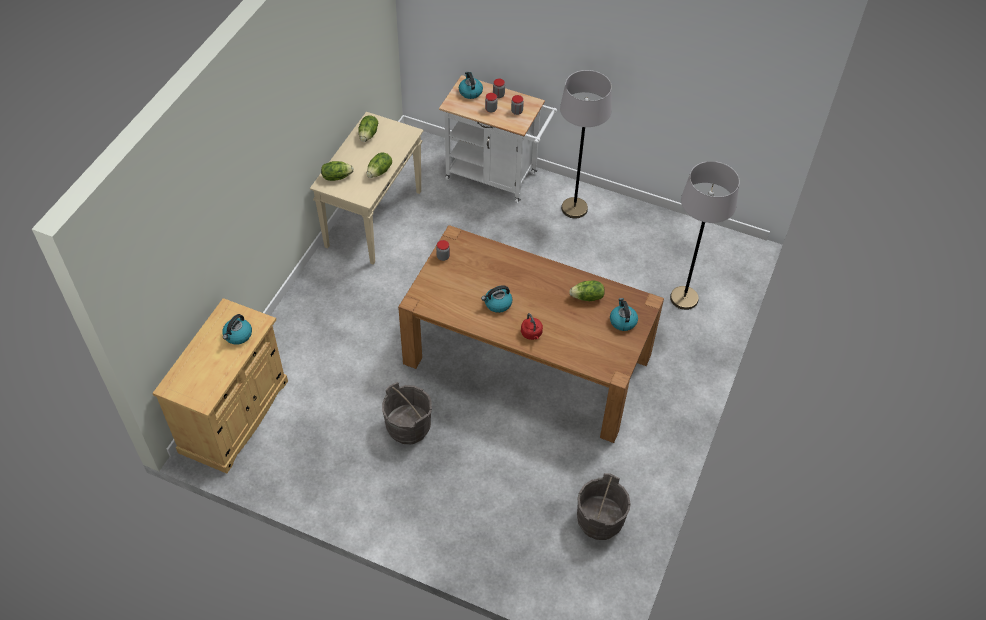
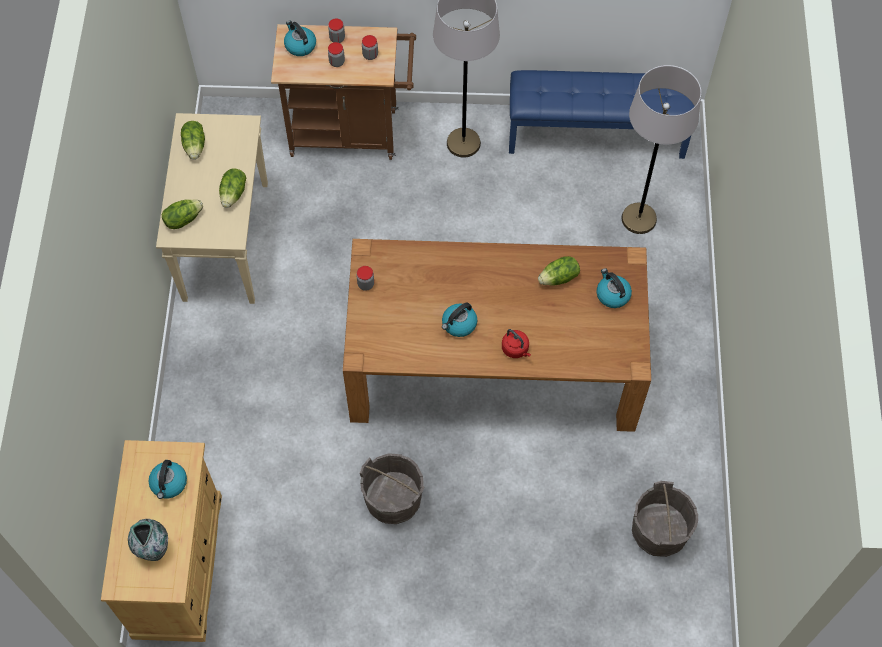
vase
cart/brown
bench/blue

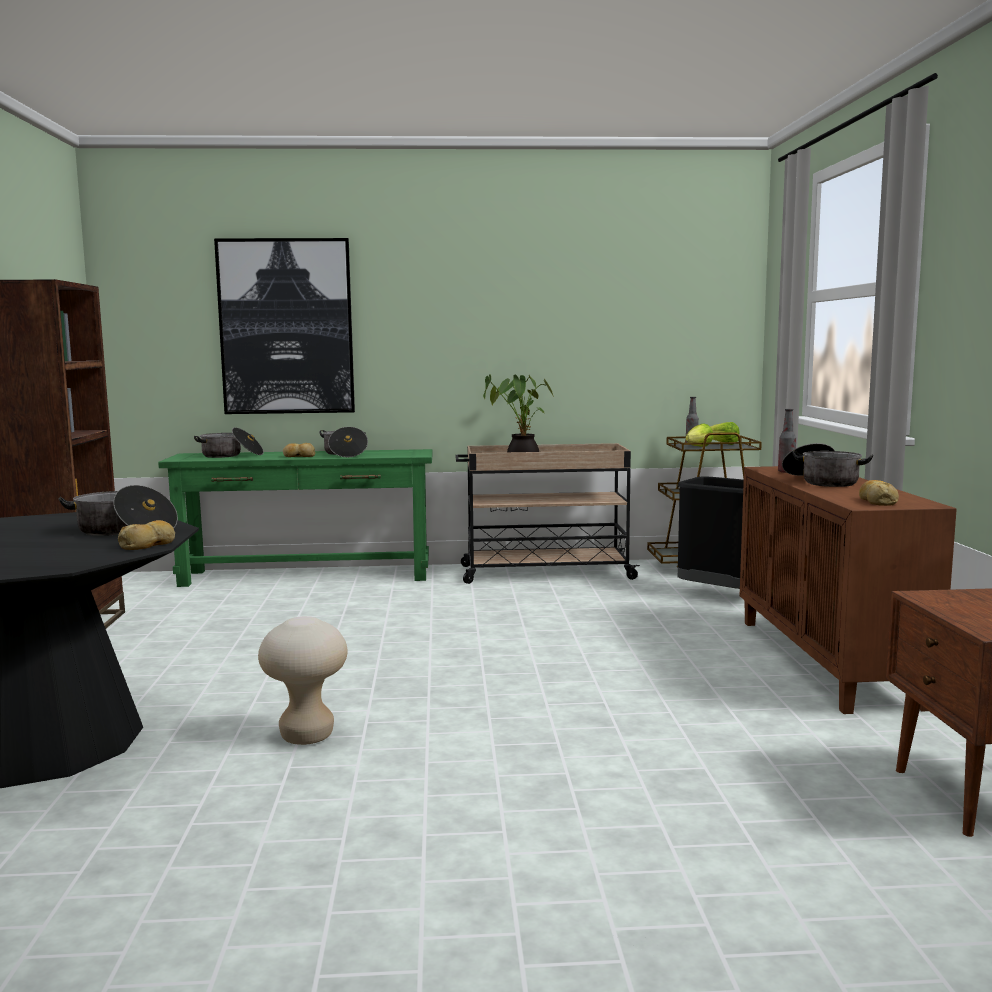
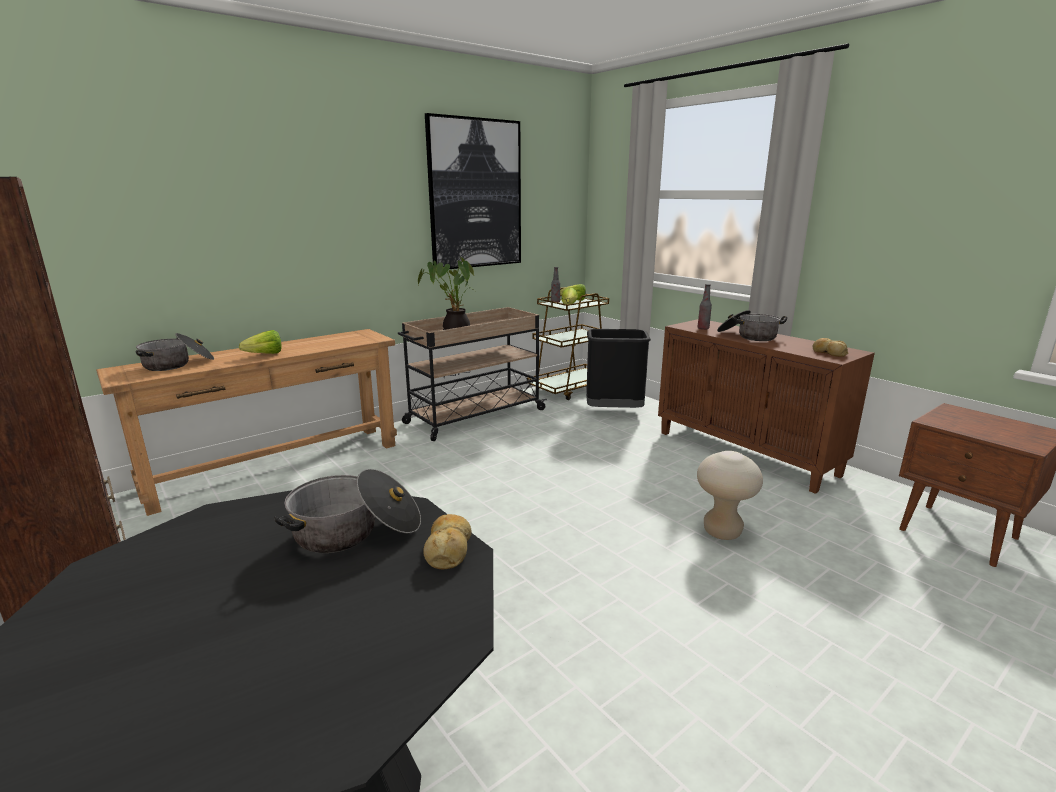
console table/brown
lettuce (no. 1 from left)
picture
stool/beige
cooking pot (no. 3 from left in the first image)

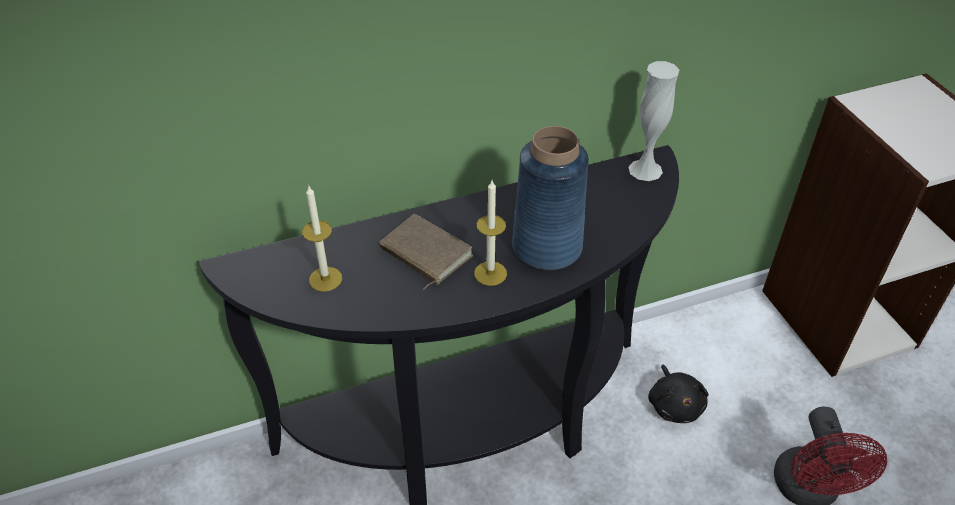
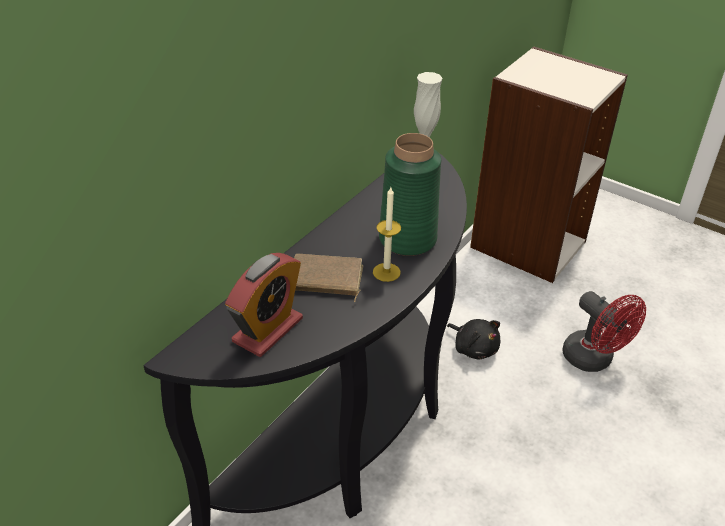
alarm clock
vase/green

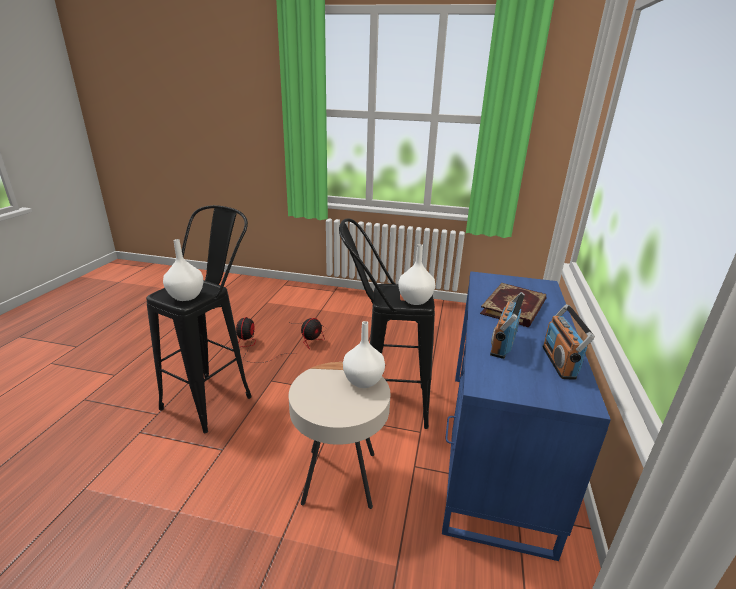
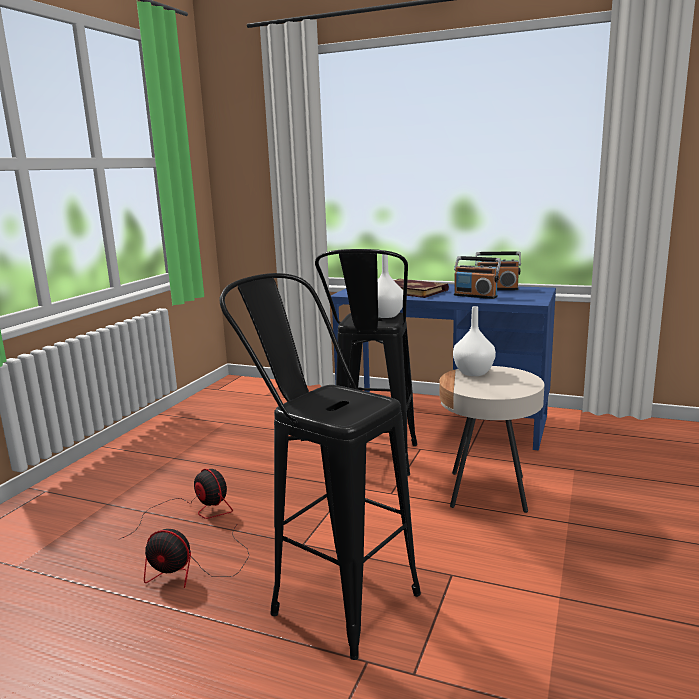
vase/white (no. 1 from left in the first image)

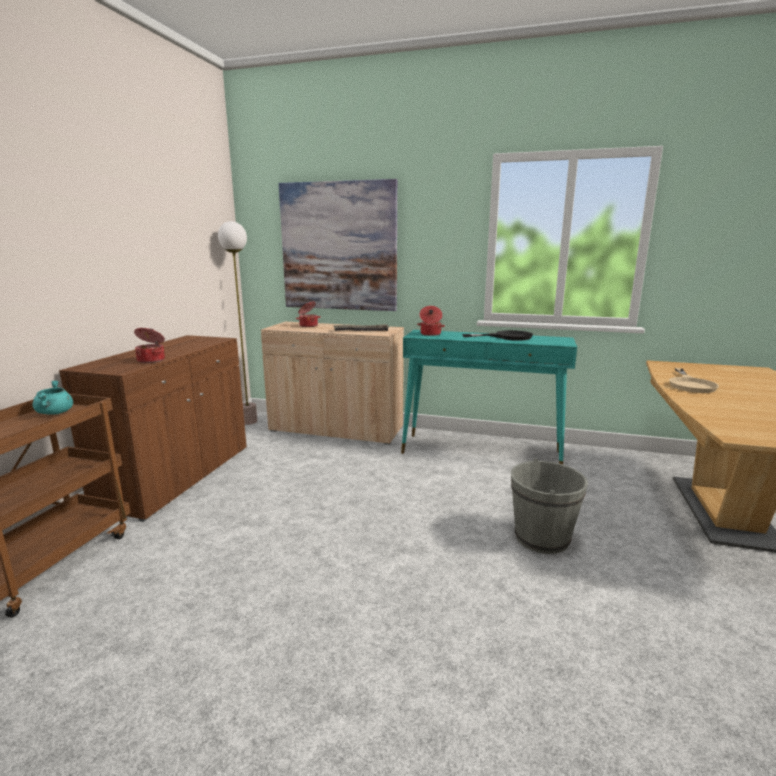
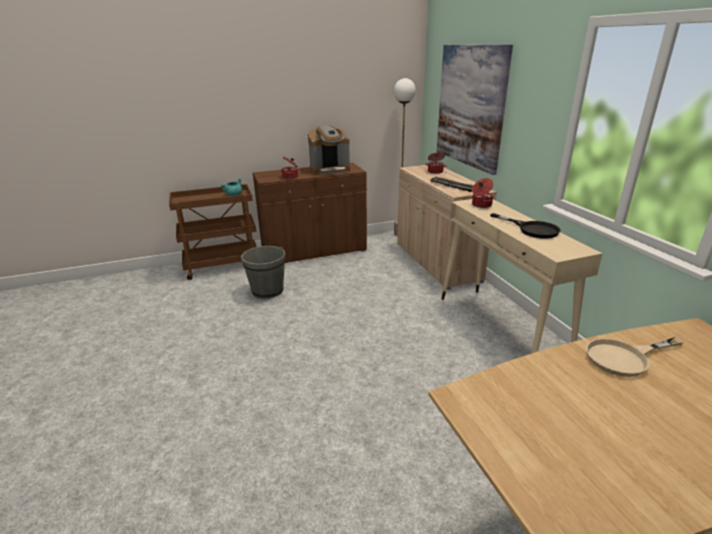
bucket/grey
coffee machine
console table/beige

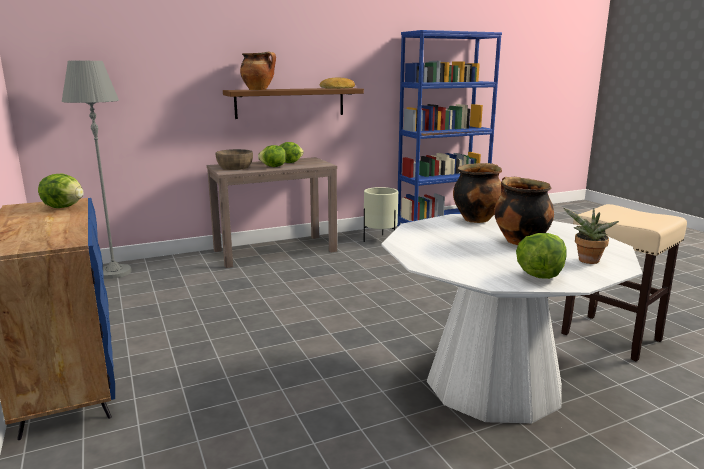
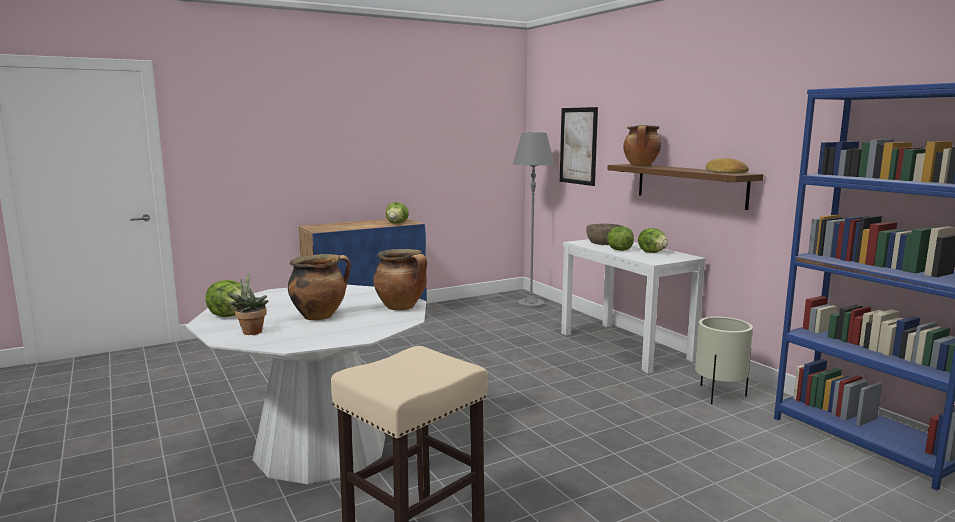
picture
console table/white

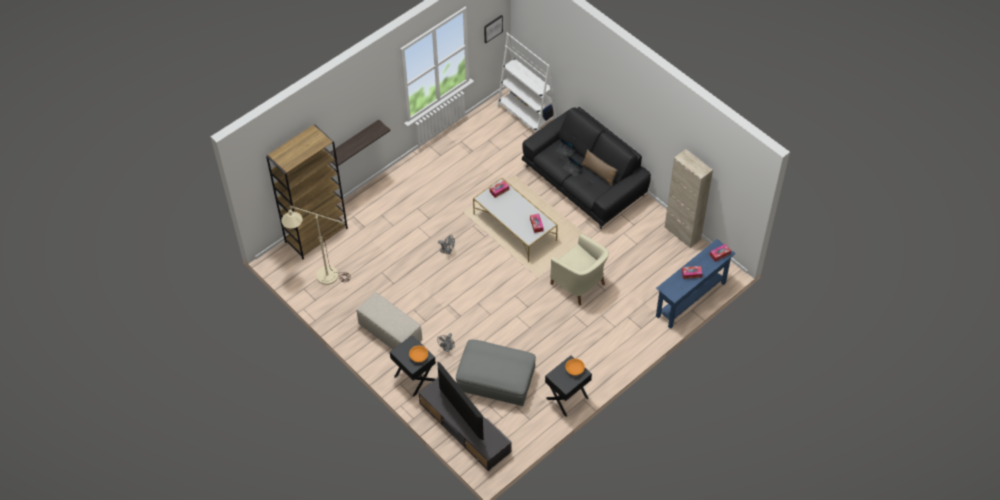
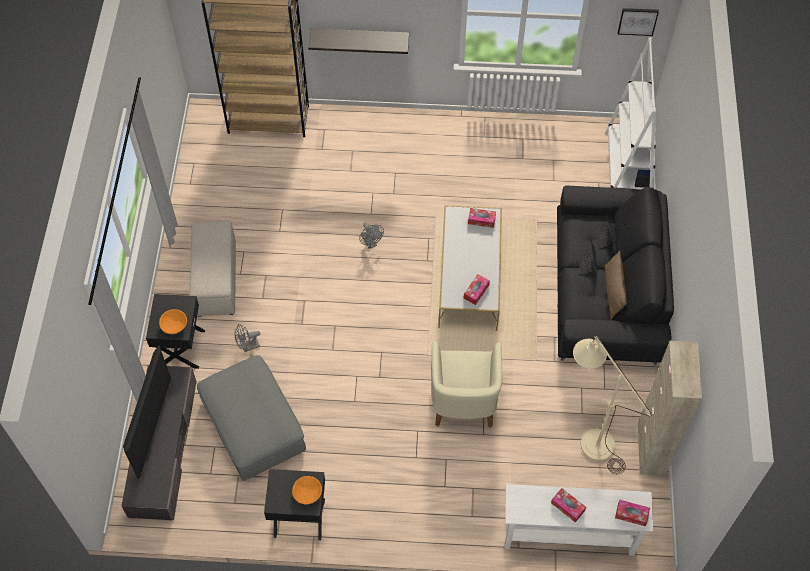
console table/white
floor lamp/beige

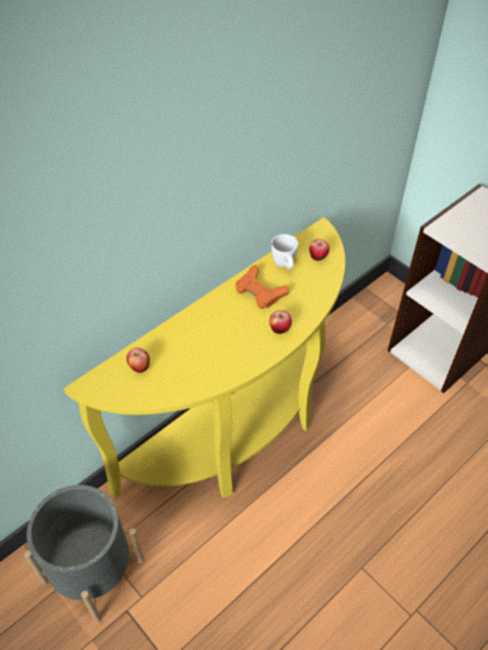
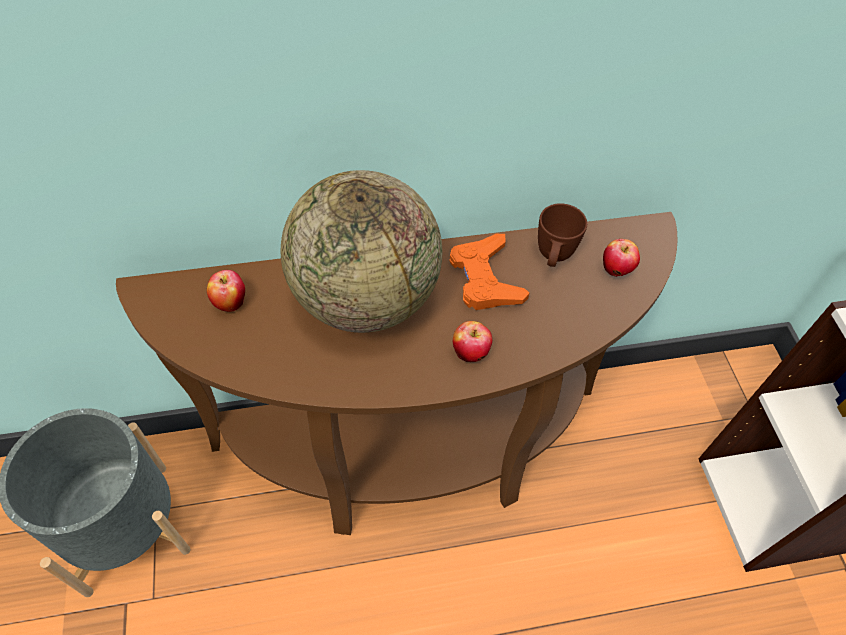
console table/brown
globe
mug/brown

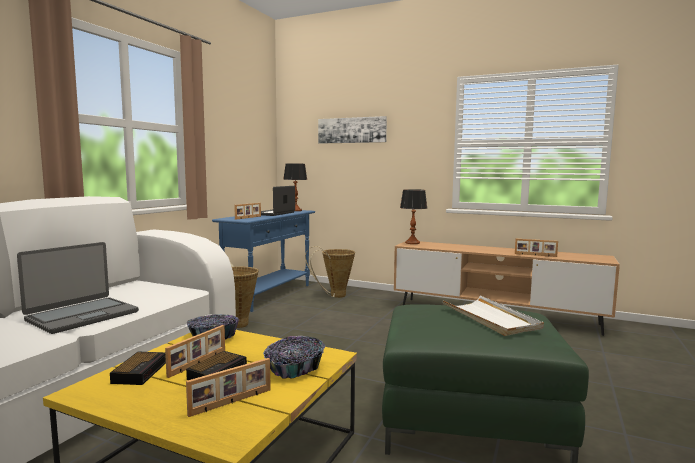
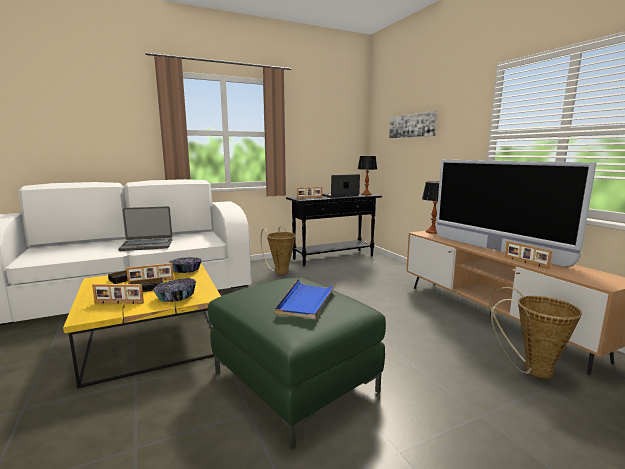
tray/blue
console table/black
television
basket (no. 2 from left)

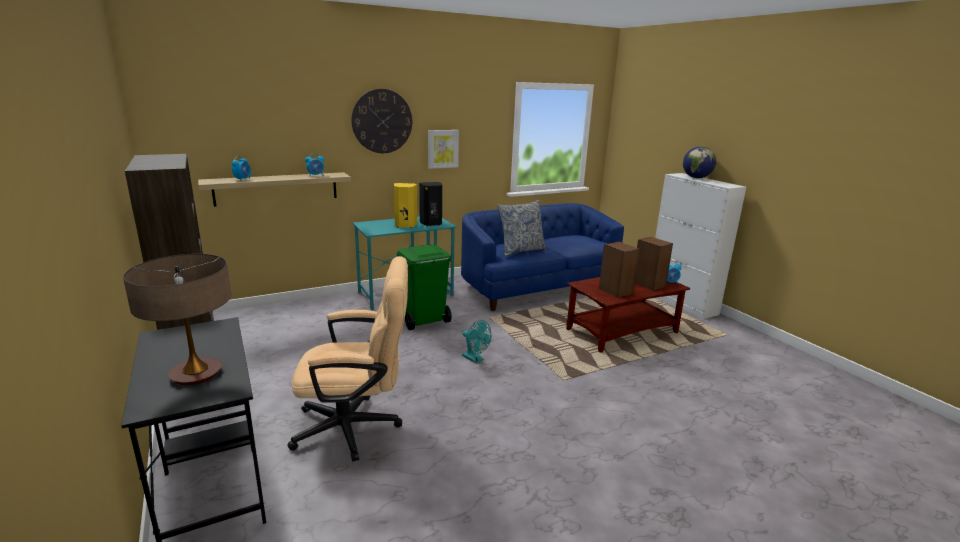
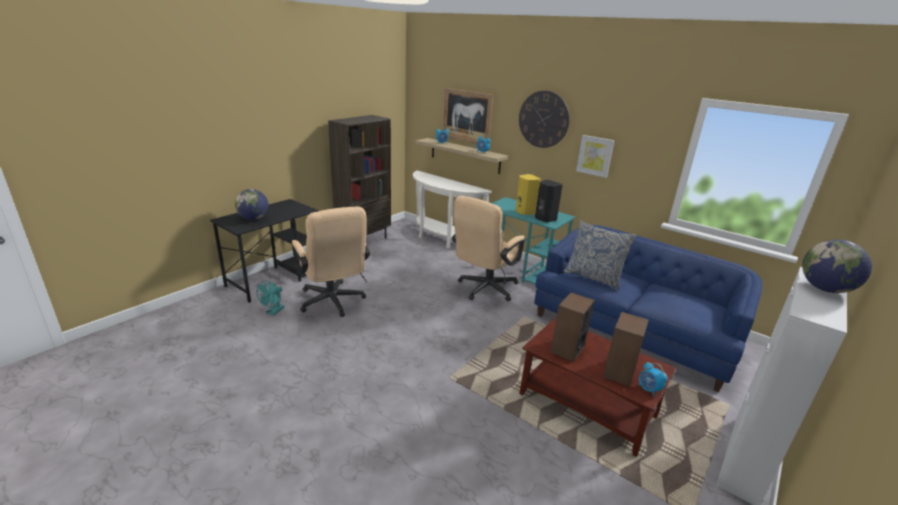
globe (no. 1 from left)
fan/turquoise
console table/white
picture (no. 1 from left)
office chair/beige (no. 2 from left)

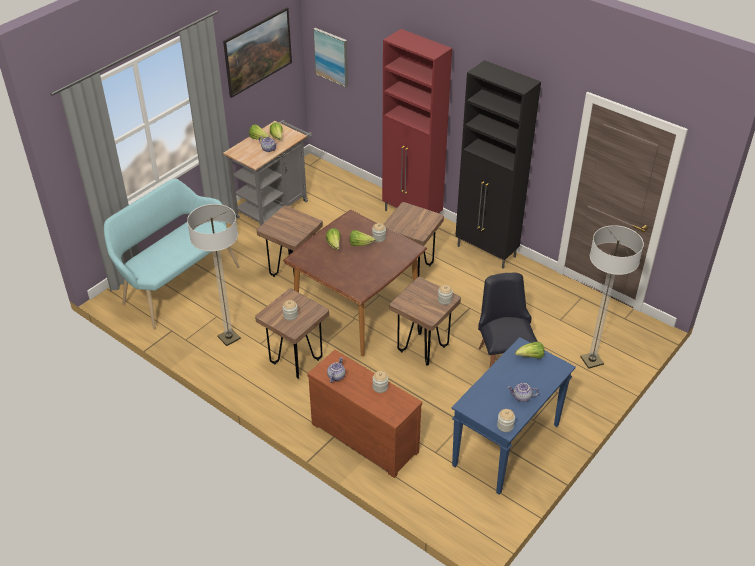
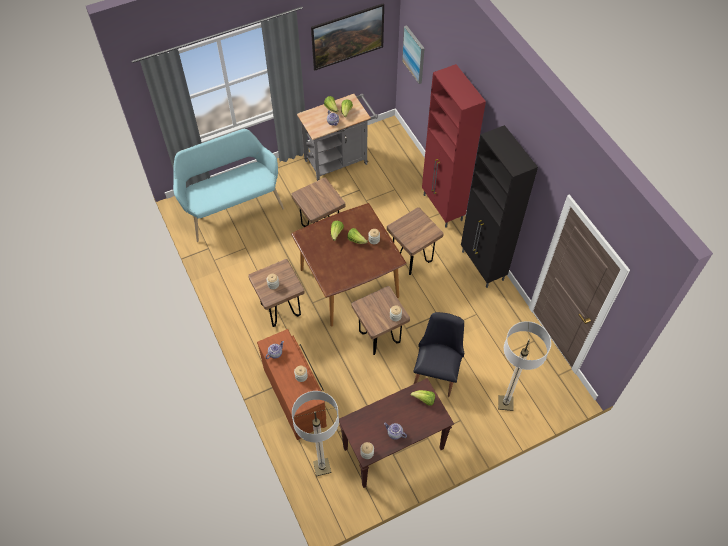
floor lamp (no. 1 from left)
console table/brown

